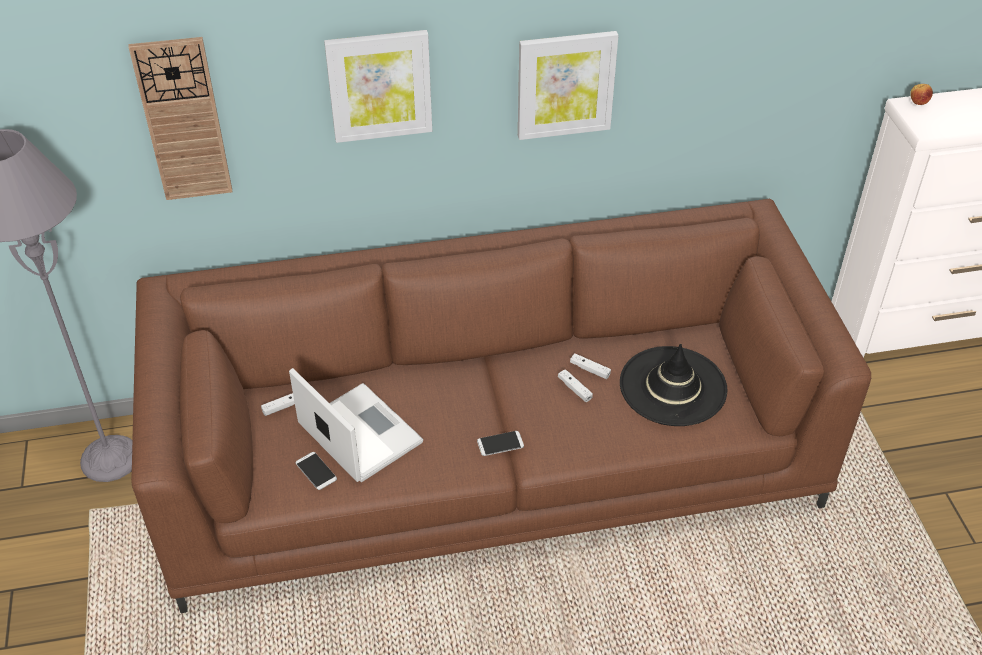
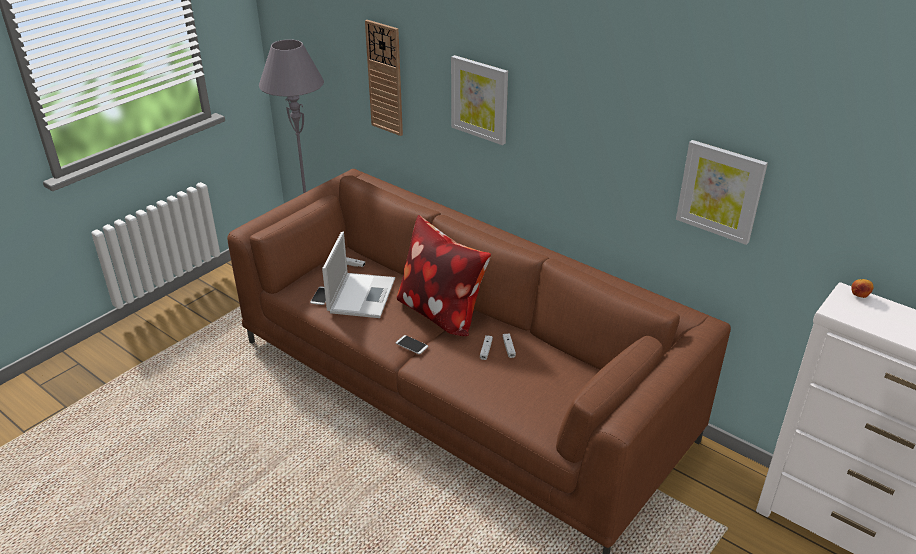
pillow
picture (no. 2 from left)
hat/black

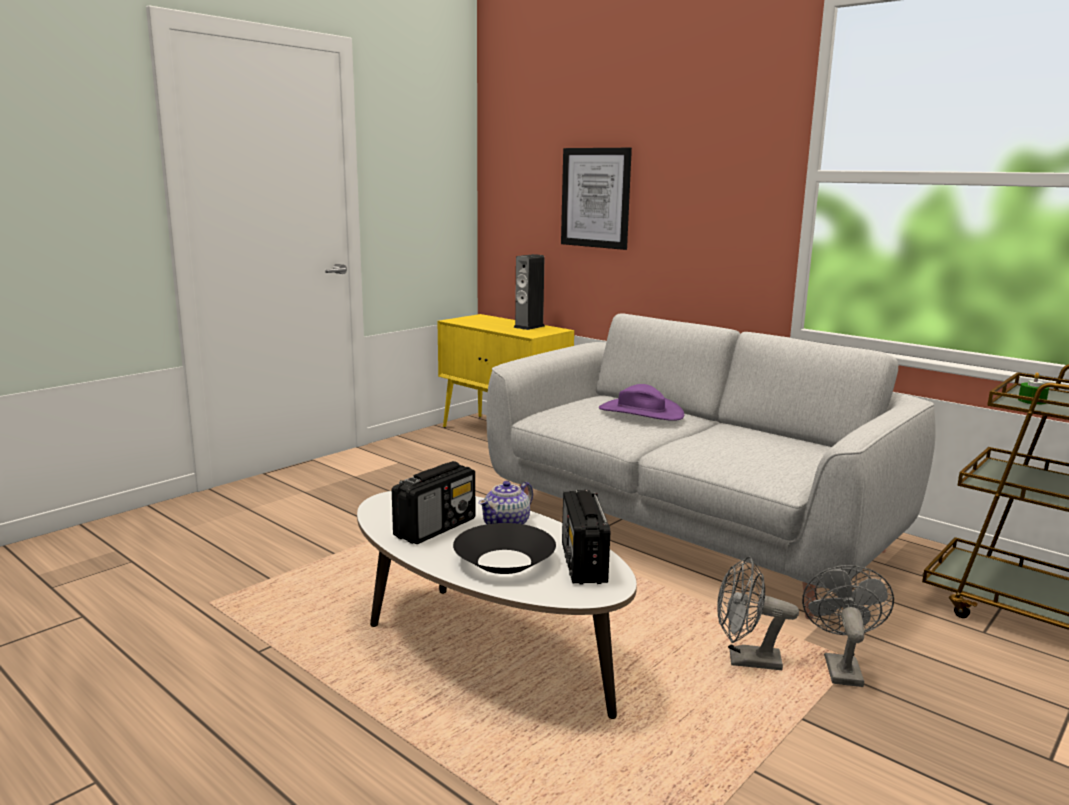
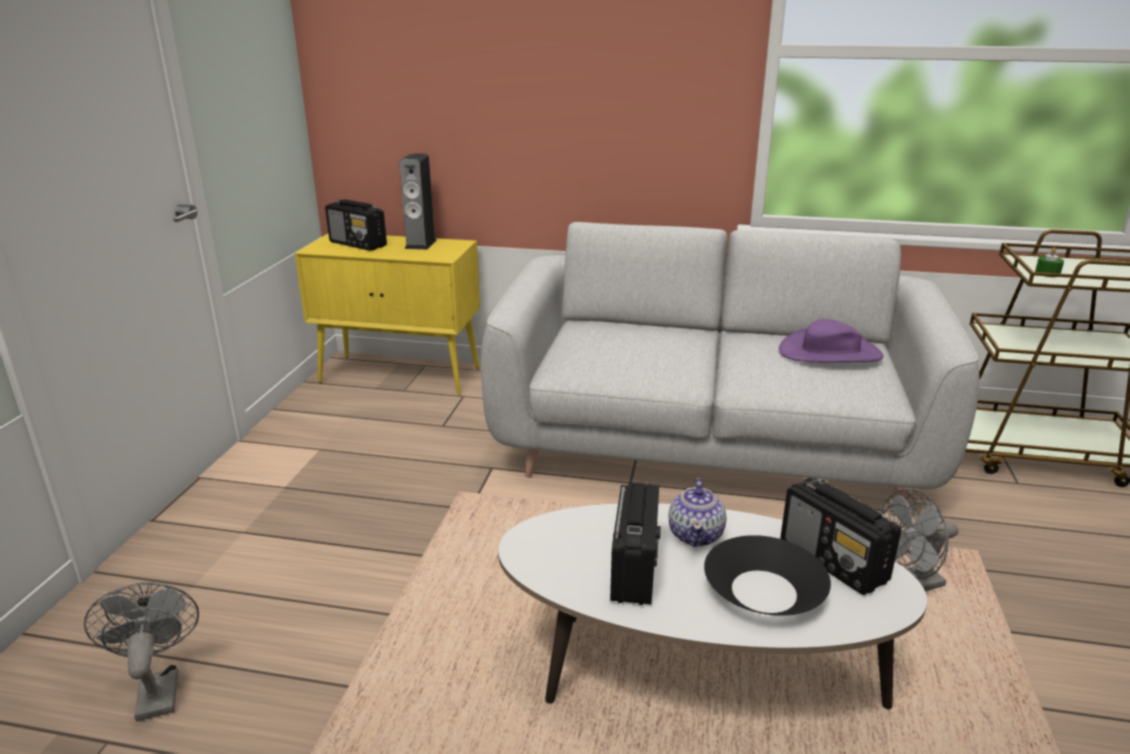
fan/grey (no. 1 from left)
radio (no. 1 from left)
hat/purple
picture

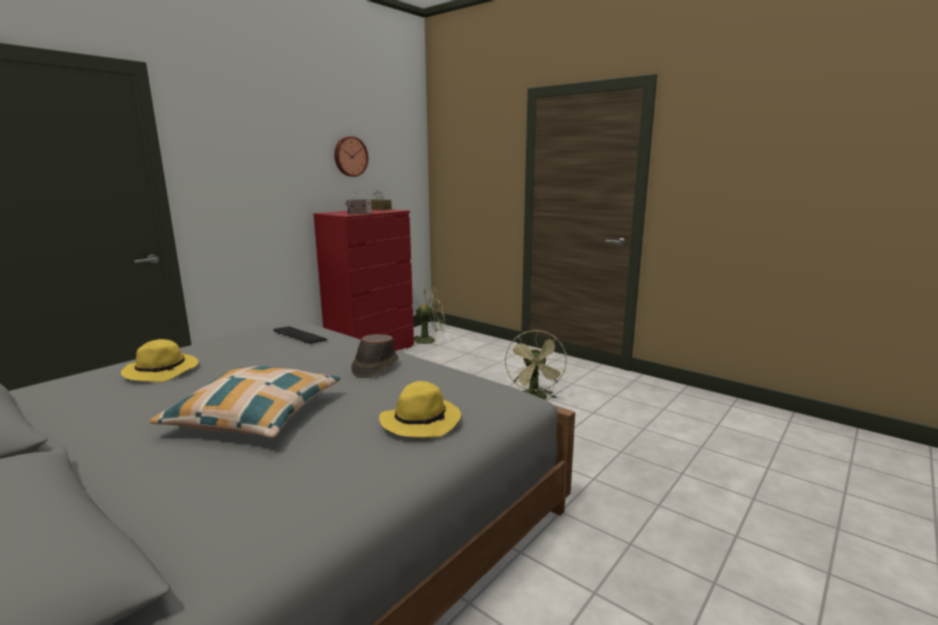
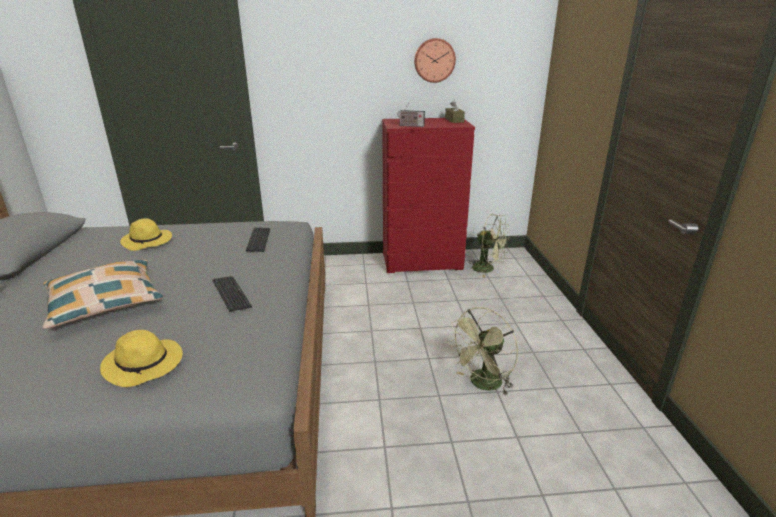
keyboard (no. 1 from left)

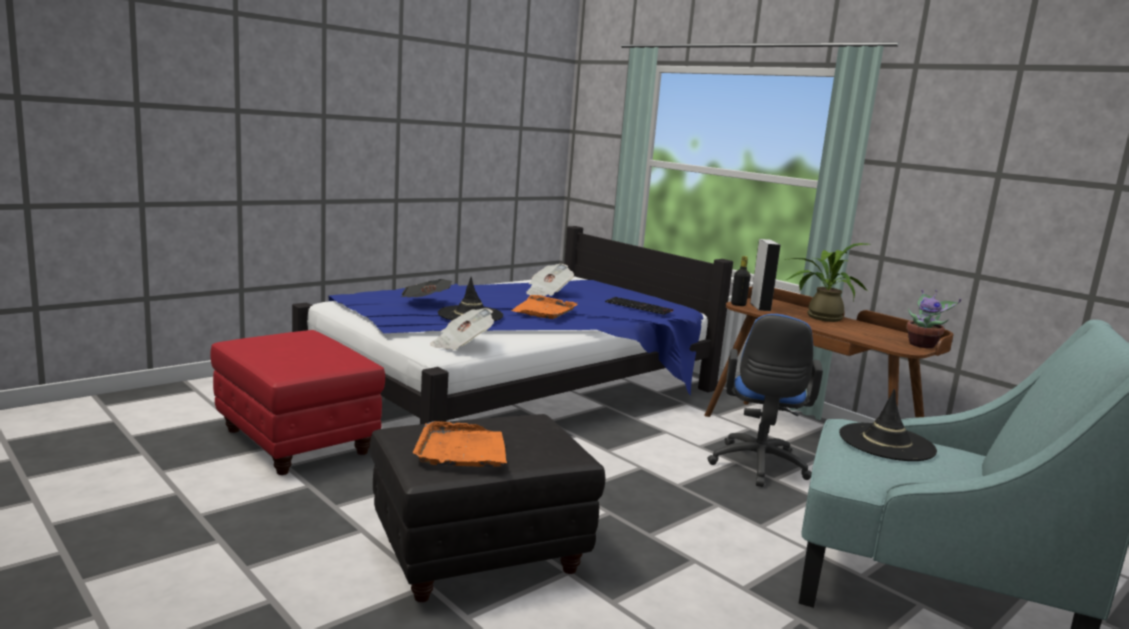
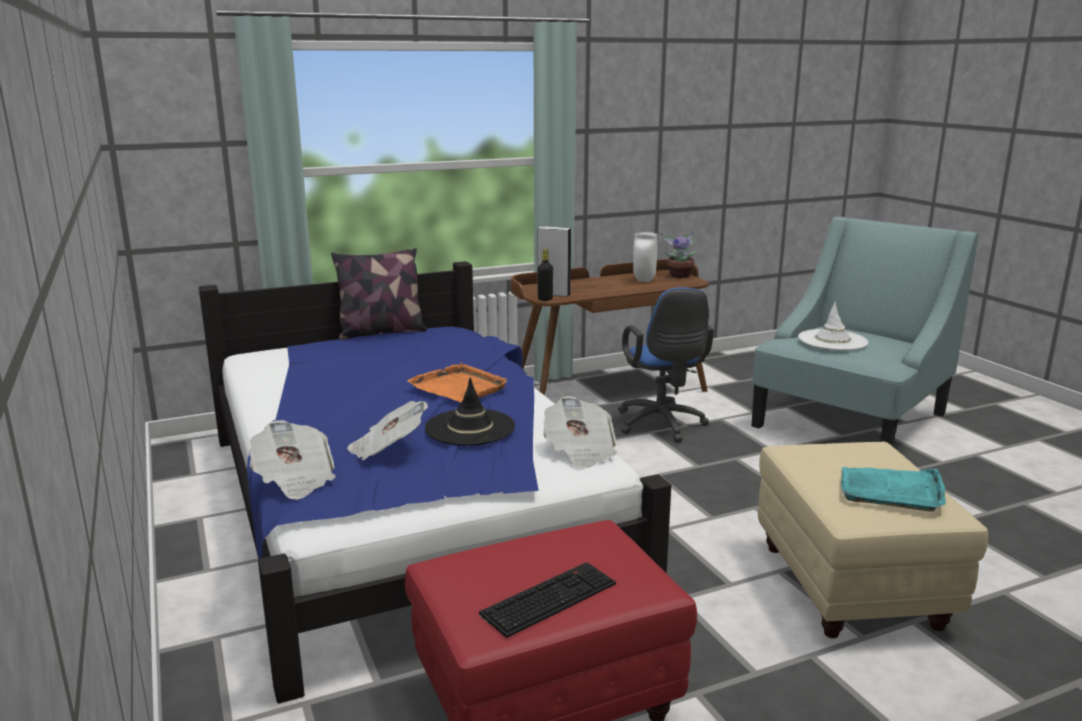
newspaper (no. 1 from left)
pillow
keyboard
office chair/blue
vase/white
ottoman/beige
hat/white
tray/turquoise
potted plant (no. 1 from left in the first image)

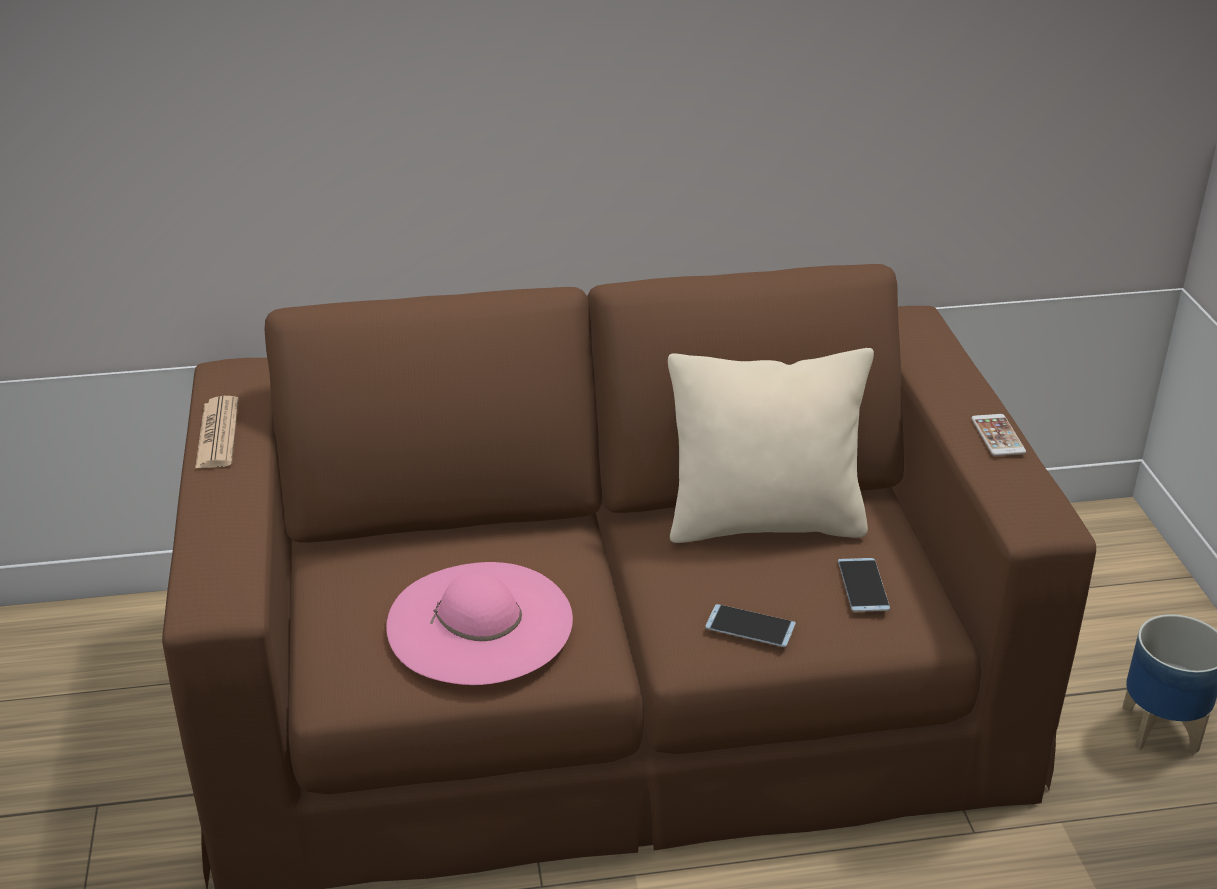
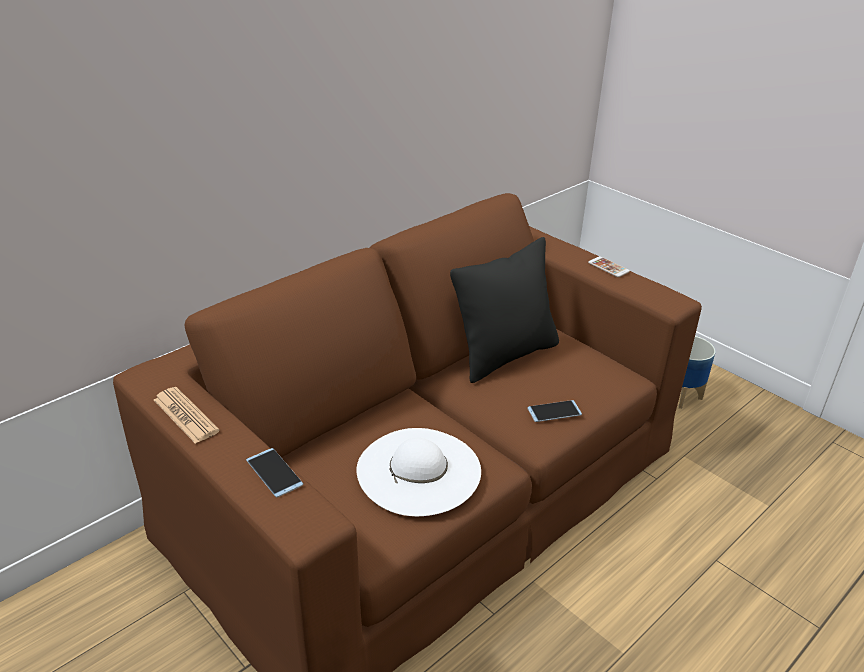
phone (no. 1 from left)
hat/white
pillow/black

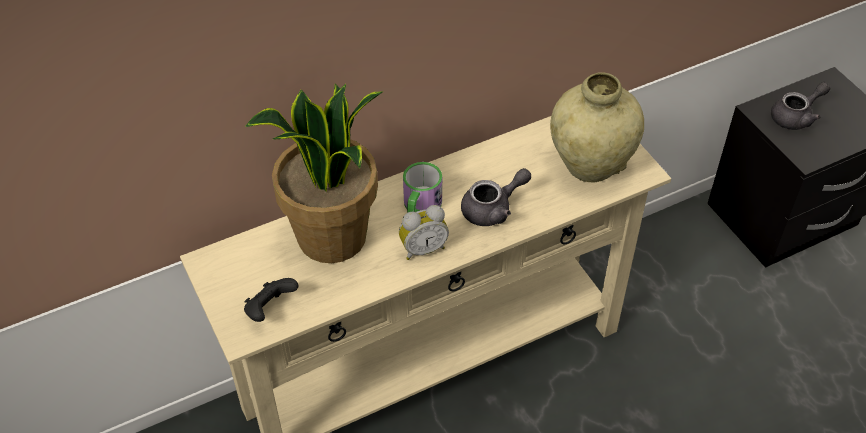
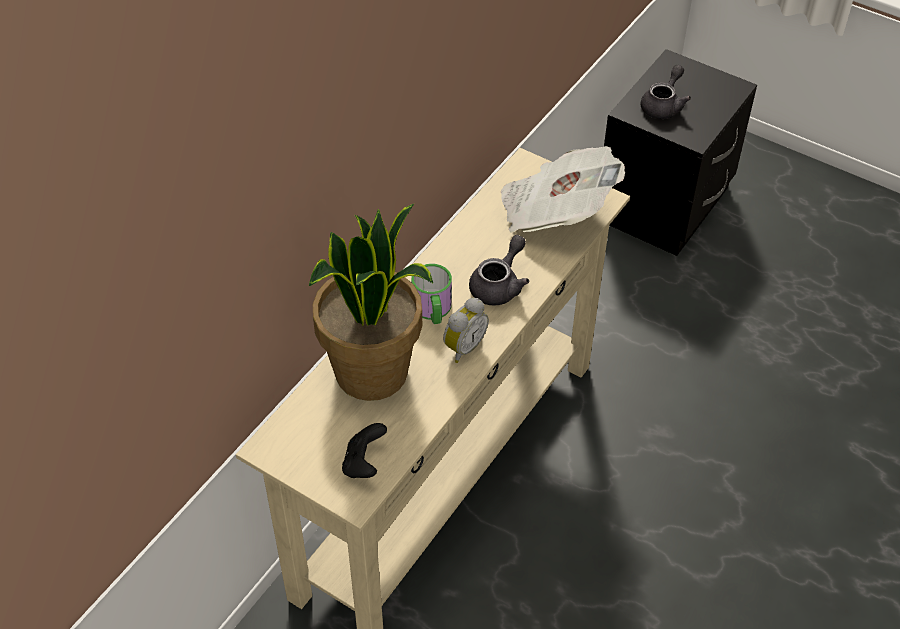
newspaper

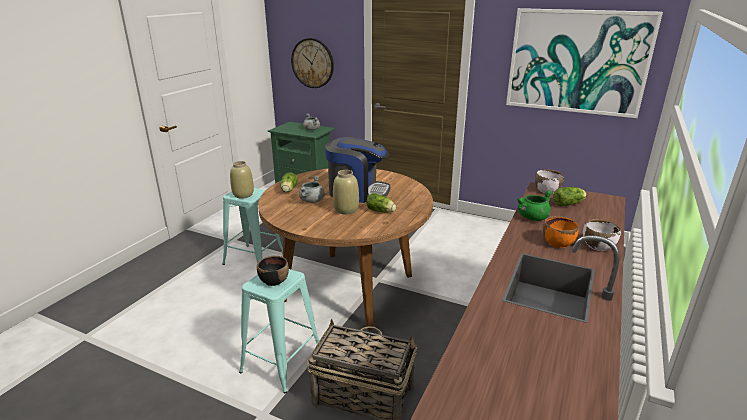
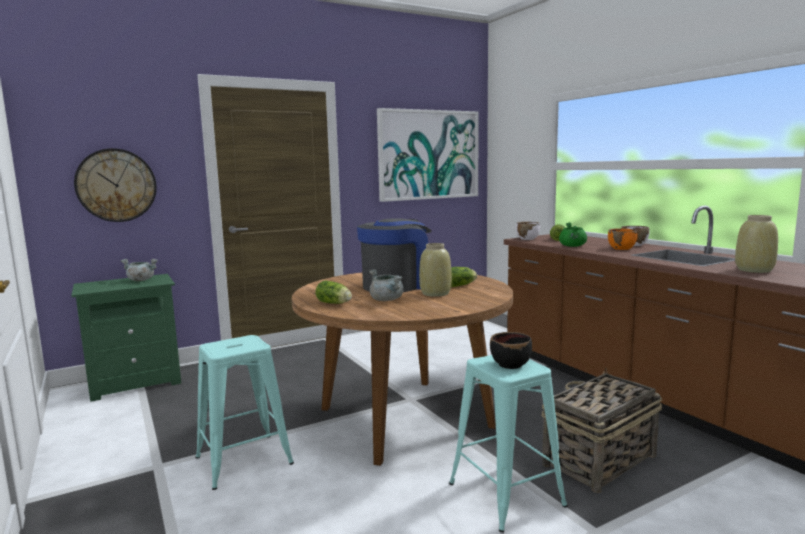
vase/beige (no. 2 from left)

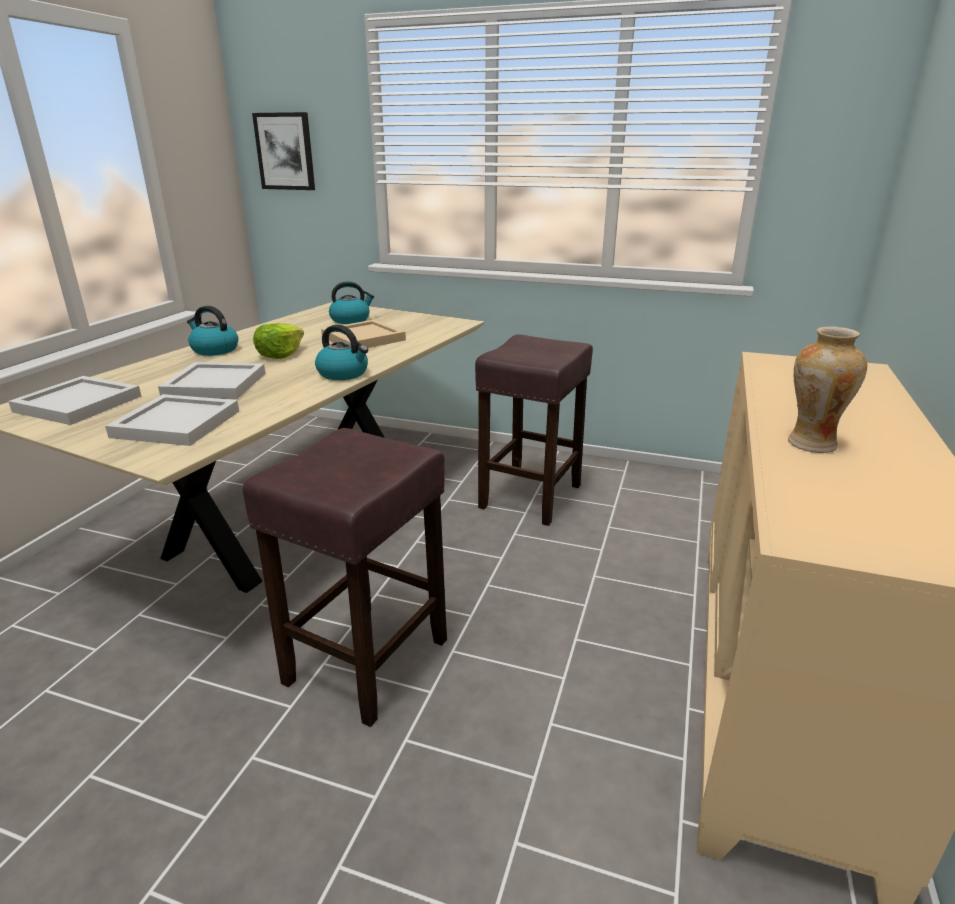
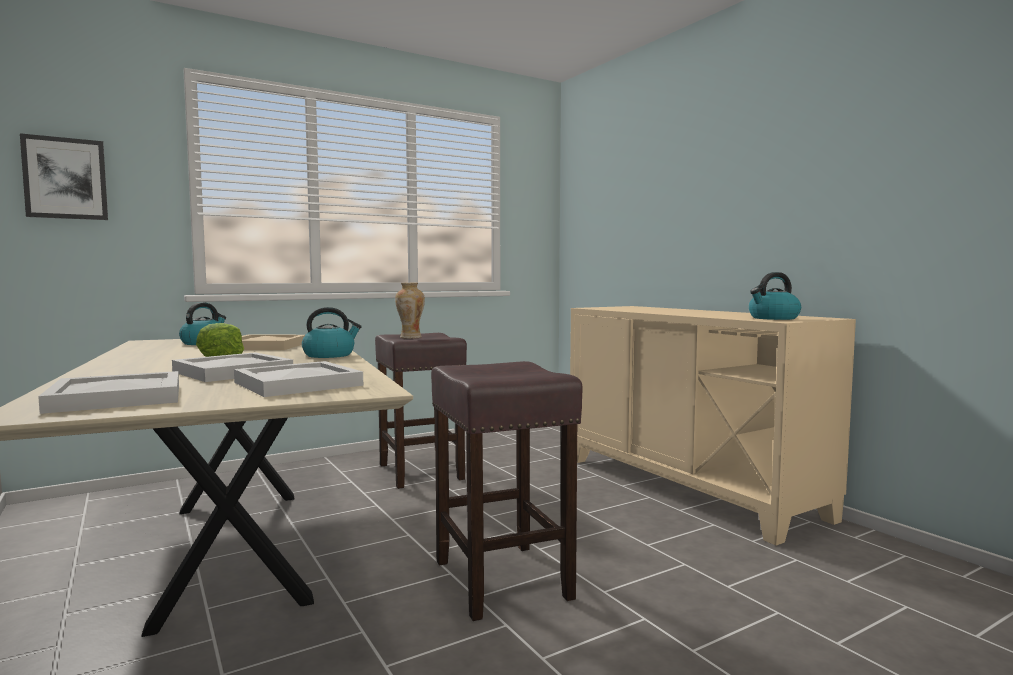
vase
kettle (no. 3 from left)

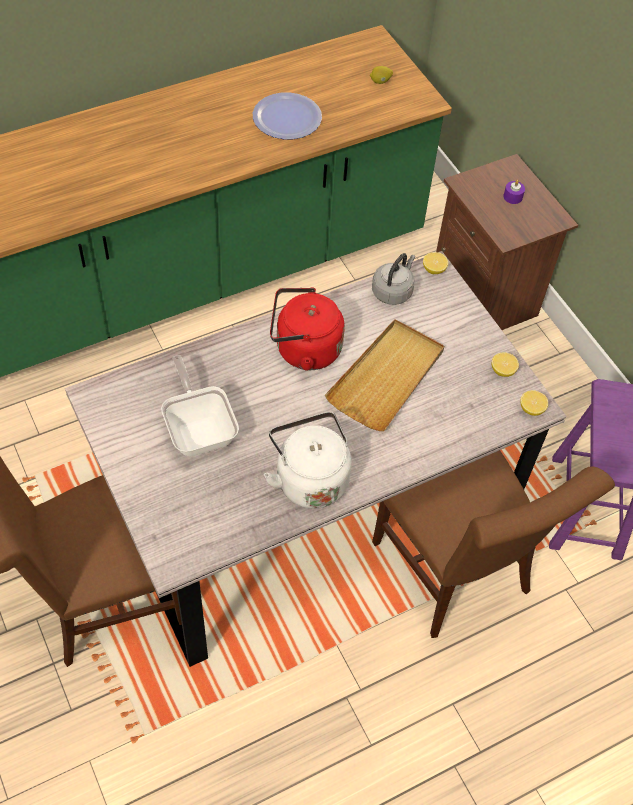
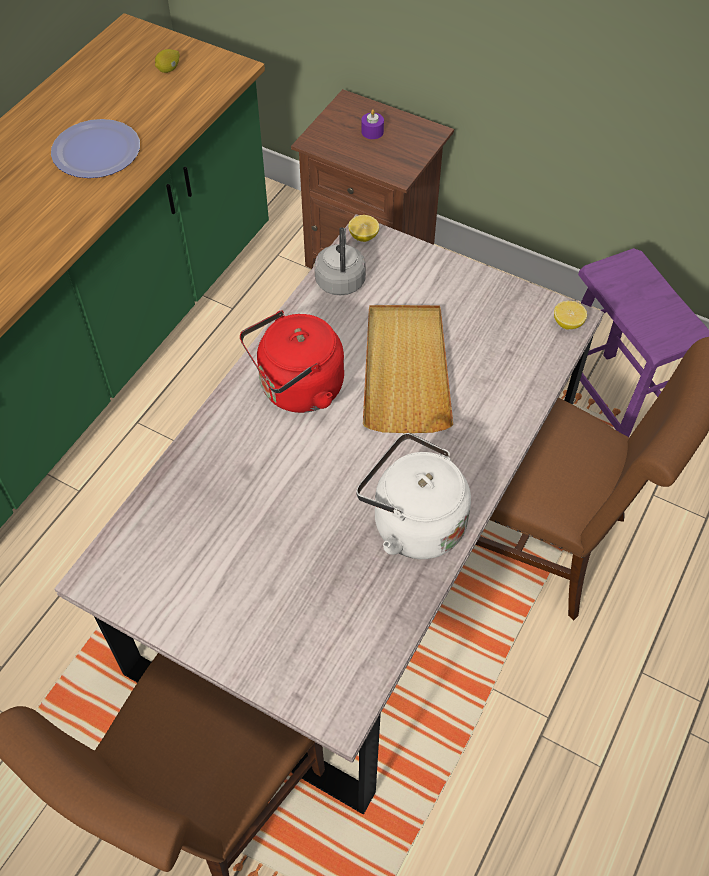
frying pan
lemon (no. 3 from left in the first image)

